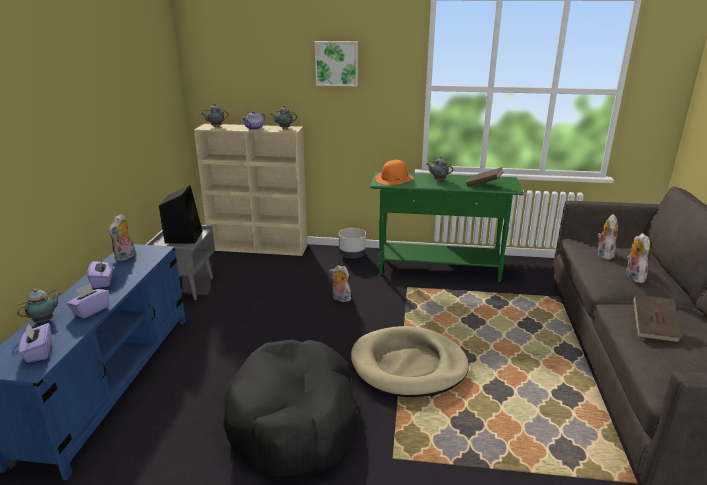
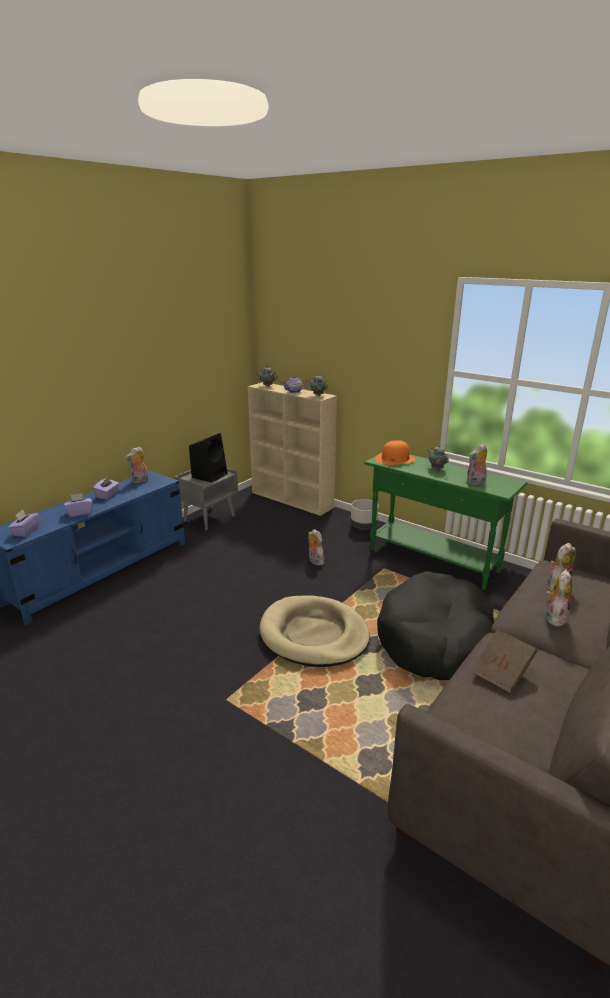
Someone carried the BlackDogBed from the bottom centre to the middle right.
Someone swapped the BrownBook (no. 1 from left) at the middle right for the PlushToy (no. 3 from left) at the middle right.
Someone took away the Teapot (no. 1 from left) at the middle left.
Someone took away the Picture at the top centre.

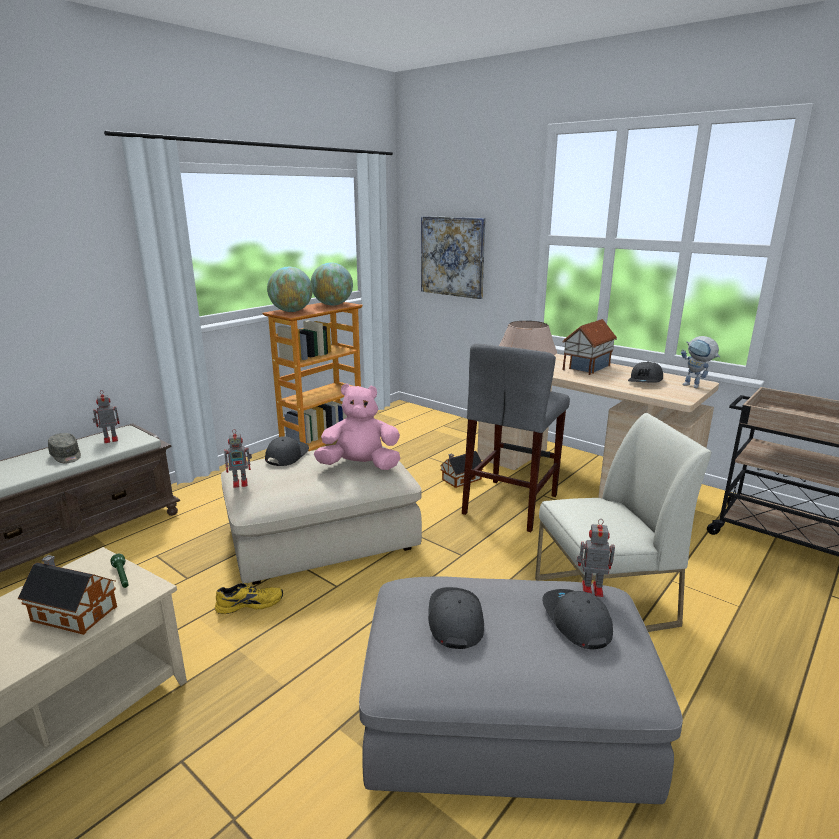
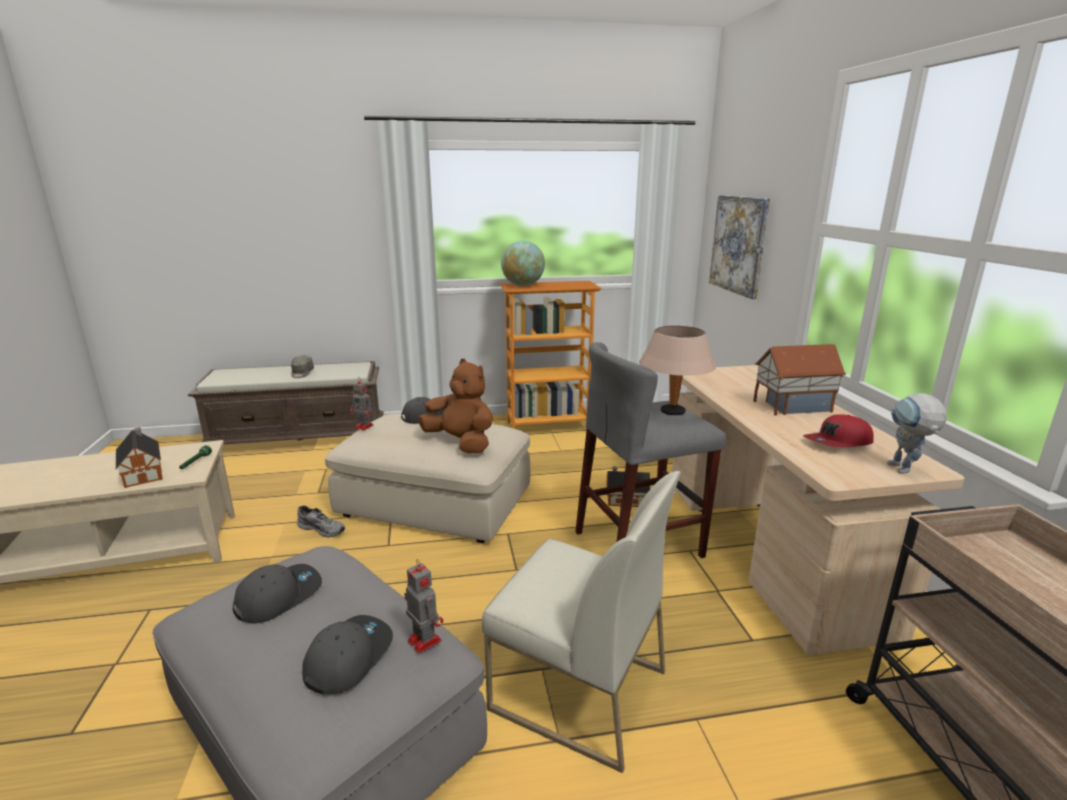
Someone repainted the YellowShoe at the bottom left, which became the GreyShoe at the middle left.
Someone repainted the PinkPlushToy at the centre, which became the BrownPlushToy at the centre.
Someone repainted the GreyCap (no. 5 from left) at the middle right, which became the RedCap at the middle right.
Someone took away the ToyRobot (no. 1 from left) at the middle left.
Someone took away the Globe (no. 2 from left) at the centre.

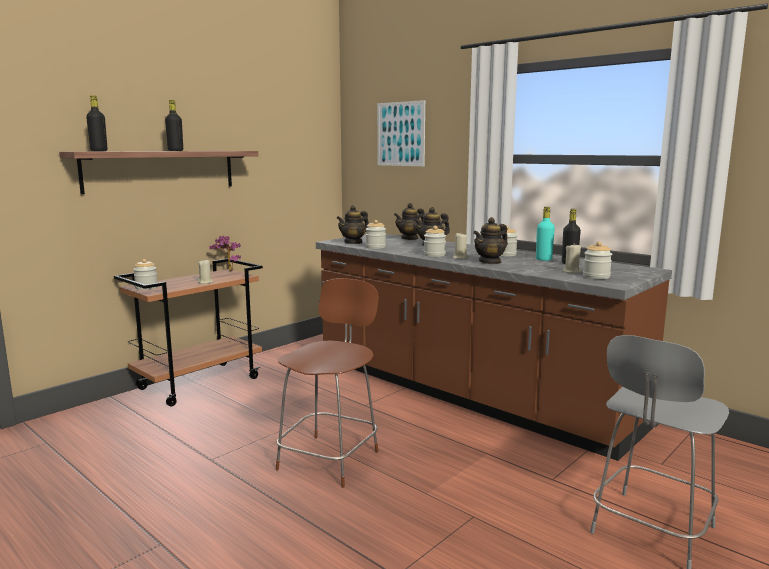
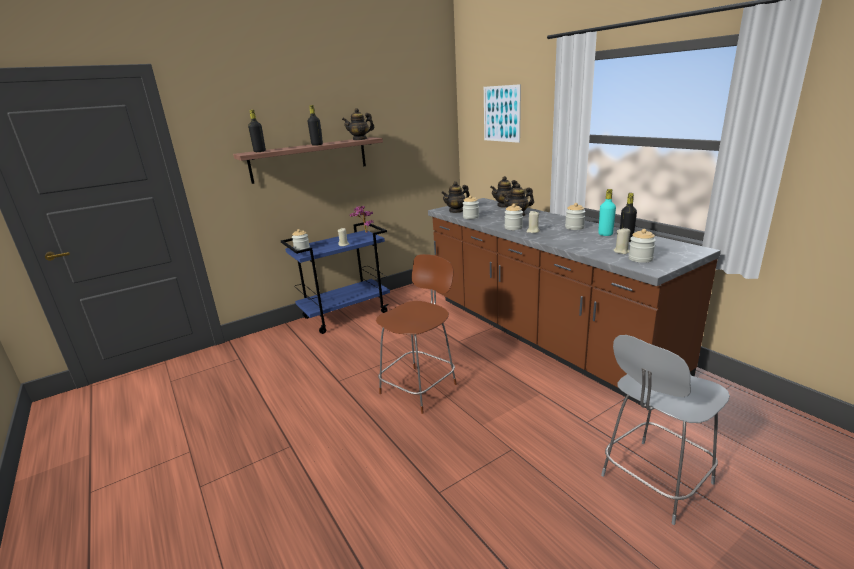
Someone repainted the BrownCart at the middle left, which became the BlueCart at the centre.
Someone carried the Teapot (no. 4 from left in the first image) from the centre to the top centre.

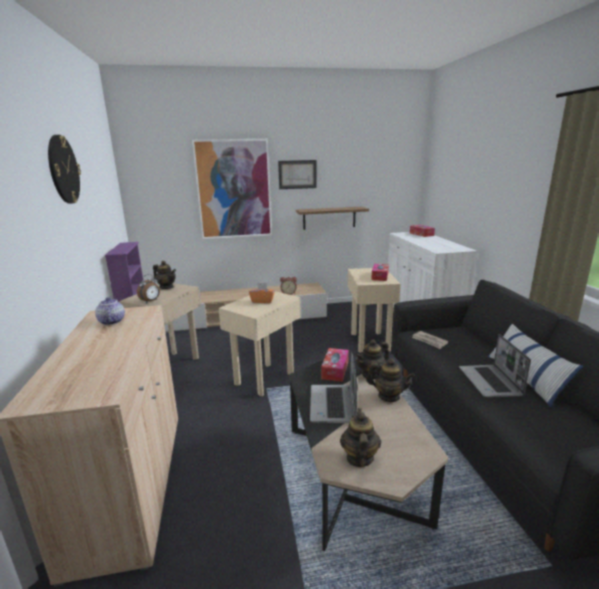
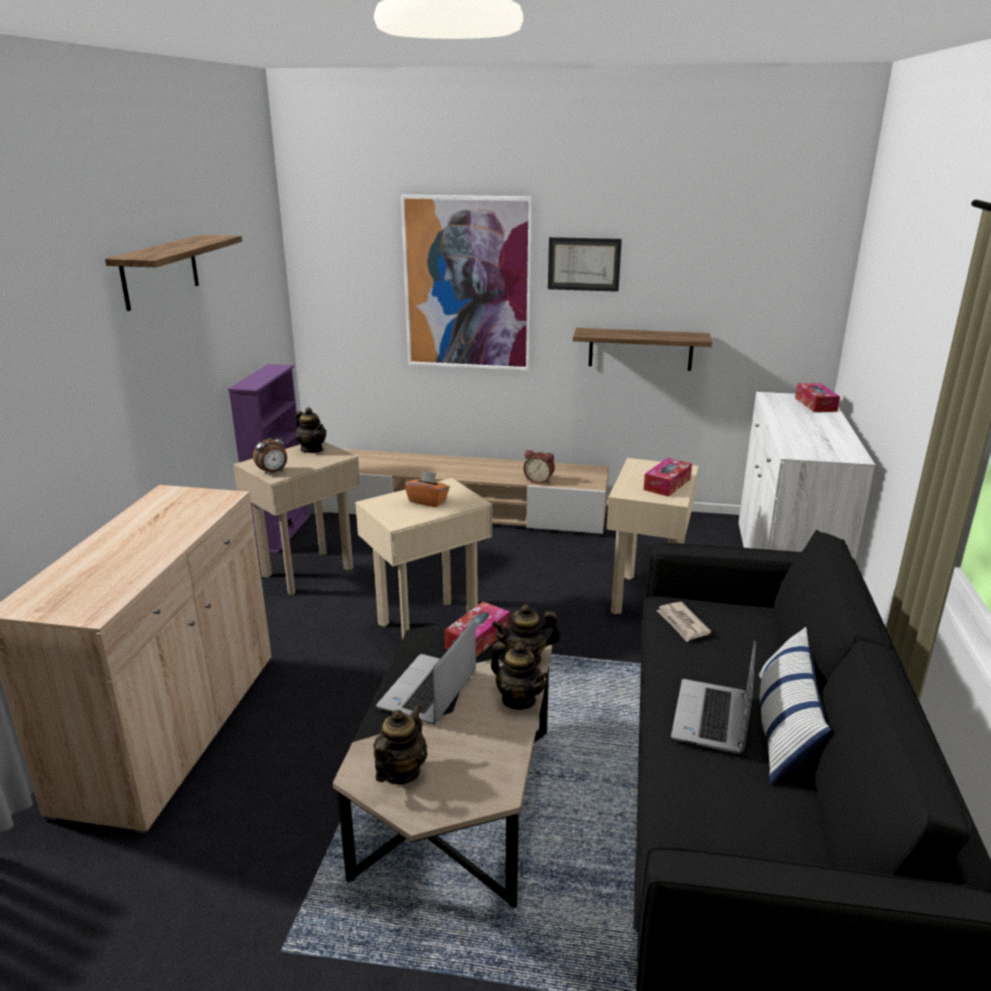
Someone swapped the WallClock at the top left for the Shelf (no. 1 from left) at the top left.
Someone took away the Teapot (no. 1 from left) at the middle left.

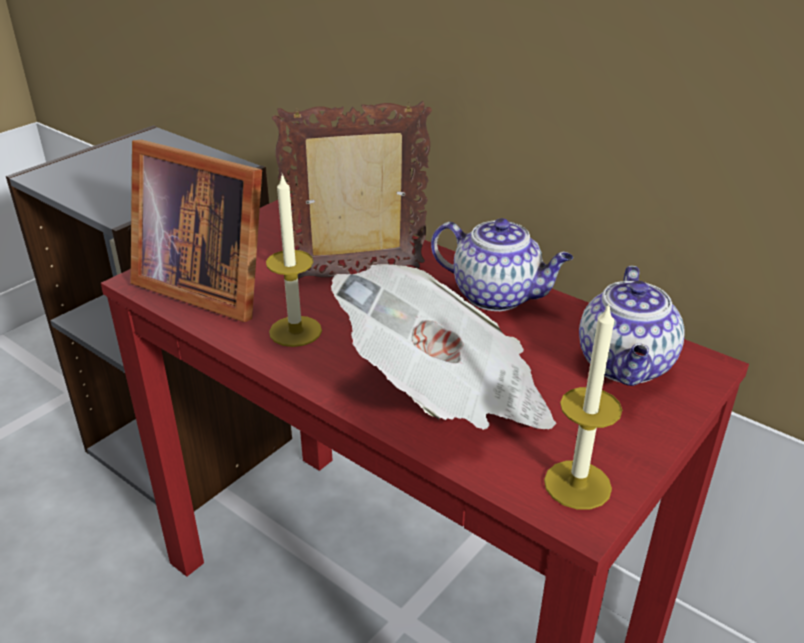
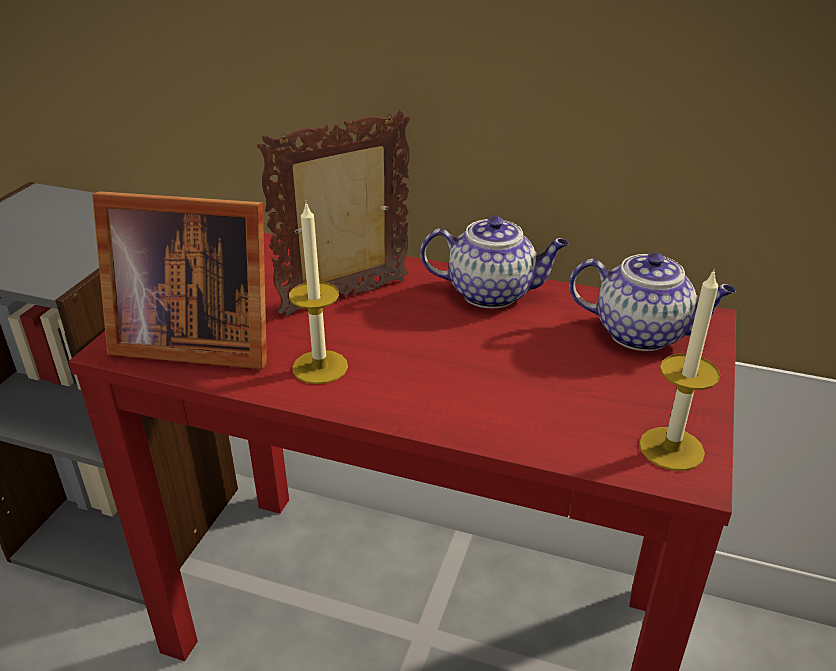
Someone rotated the Teapot (no. 2 from left) at the middle right by 60 degrees counterclockwise.
Someone took away the Newspaper at the centre.

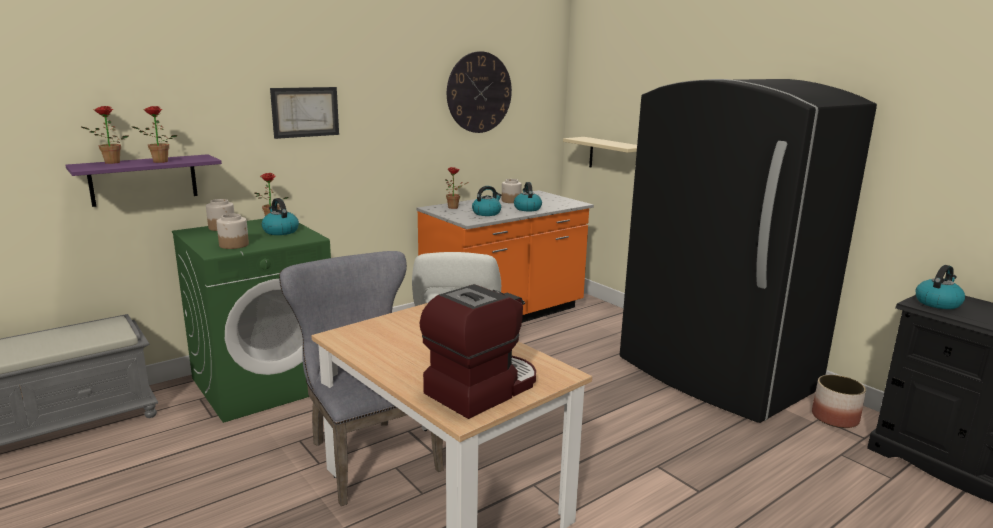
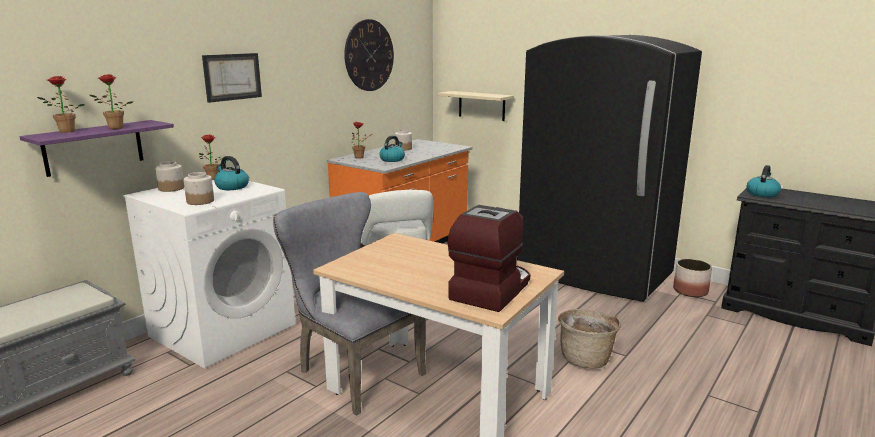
Someone repainted the GreenWashingMachine at the middle left, which became the WhiteWashingMachine at the middle left.
Someone put down the Basket at the bottom right.
Someone took away the Kettle (no. 3 from left) at the centre.

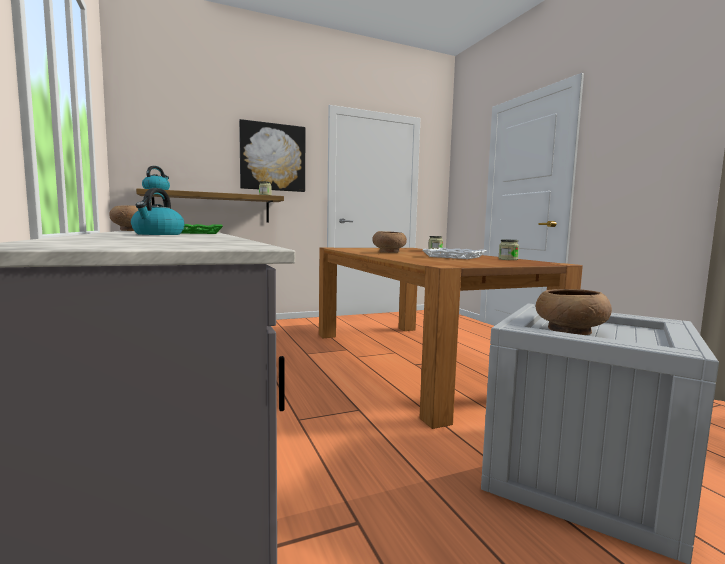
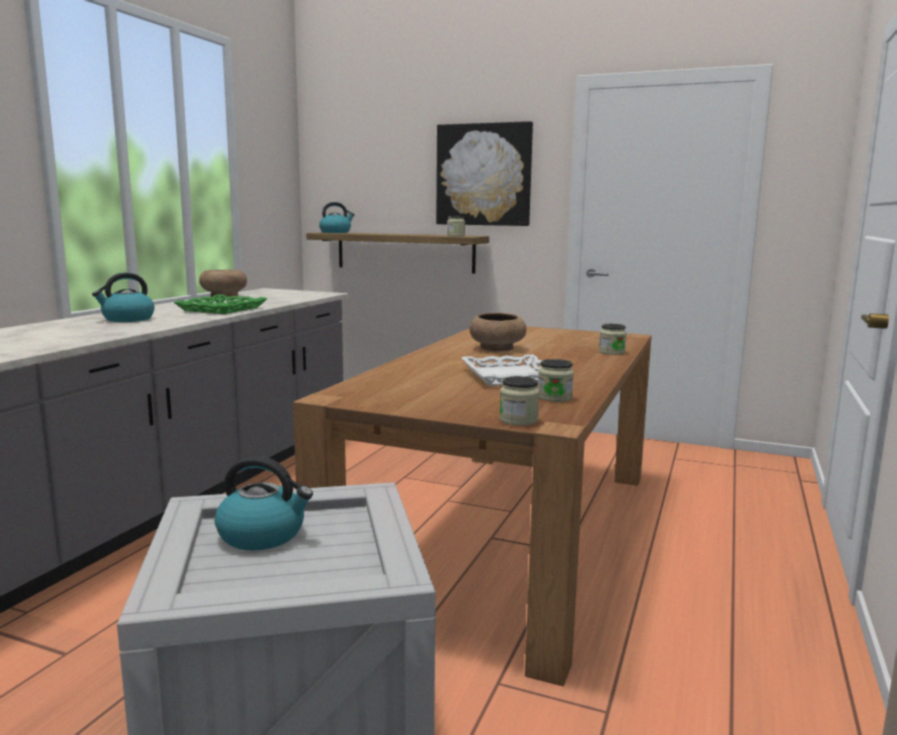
Someone swapped the BrownBowl (no. 3 from left) at the middle right for the Kettle (no. 2 from left) at the bottom left.
Someone put down the Jar (no. 2 from left) at the centre.

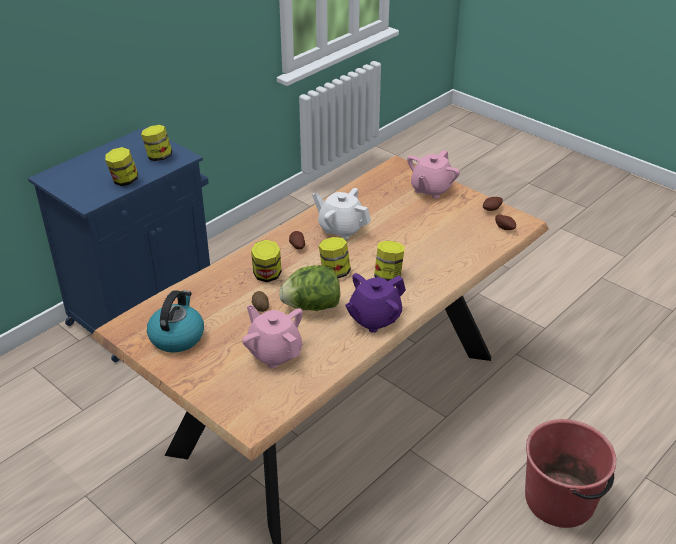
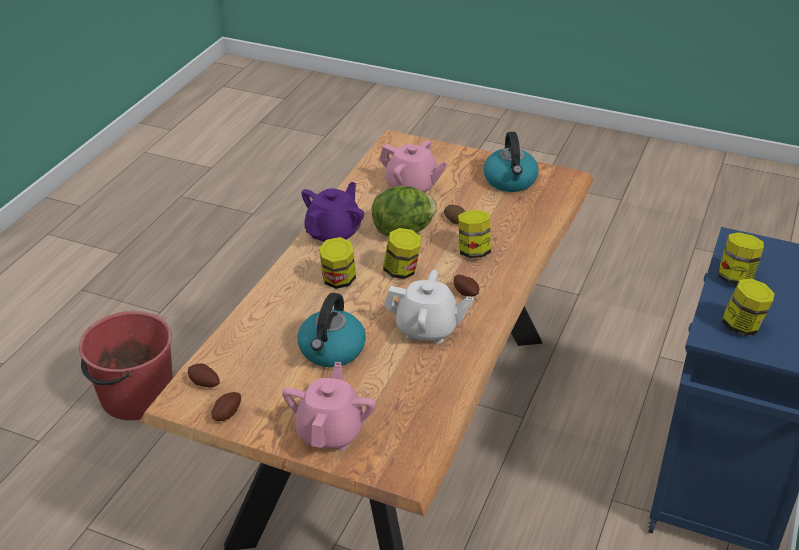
Someone put down the Kettle (no. 1 from left) at the centre.

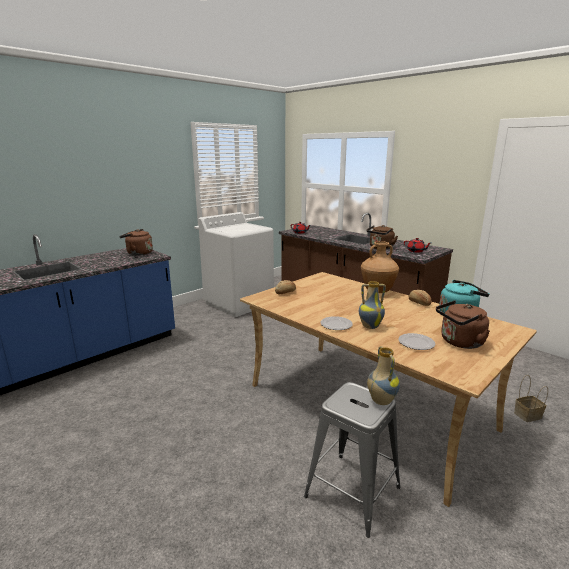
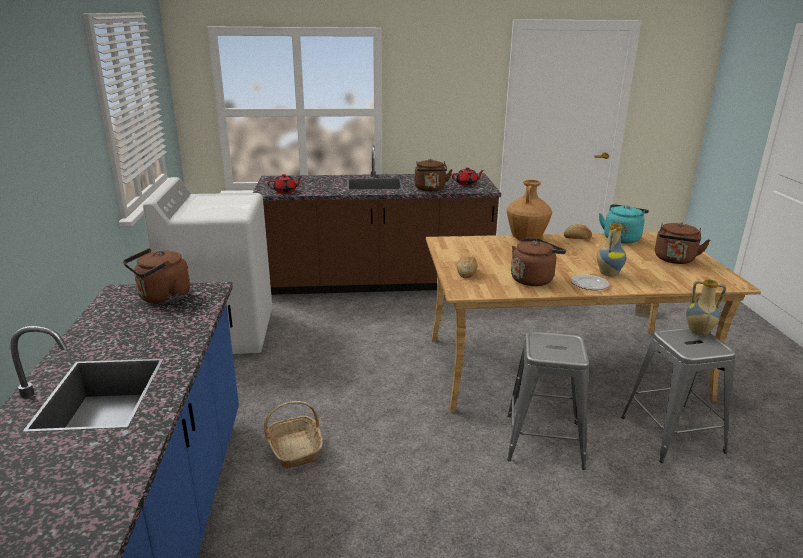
Someone put down the Basket (no. 1 from left) at the bottom centre.
Someone put down the GreyStool (no. 1 from left) at the bottom right.
Someone put down the BrownKettle (no. 3 from left) at the middle right.
Someone took away the Plate (no. 2 from left) at the middle right.

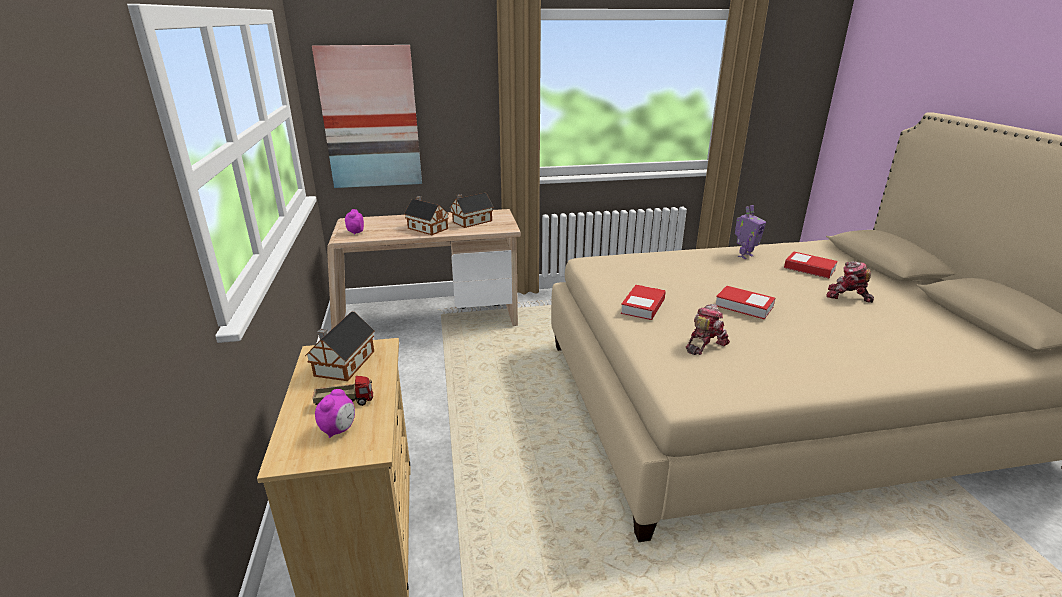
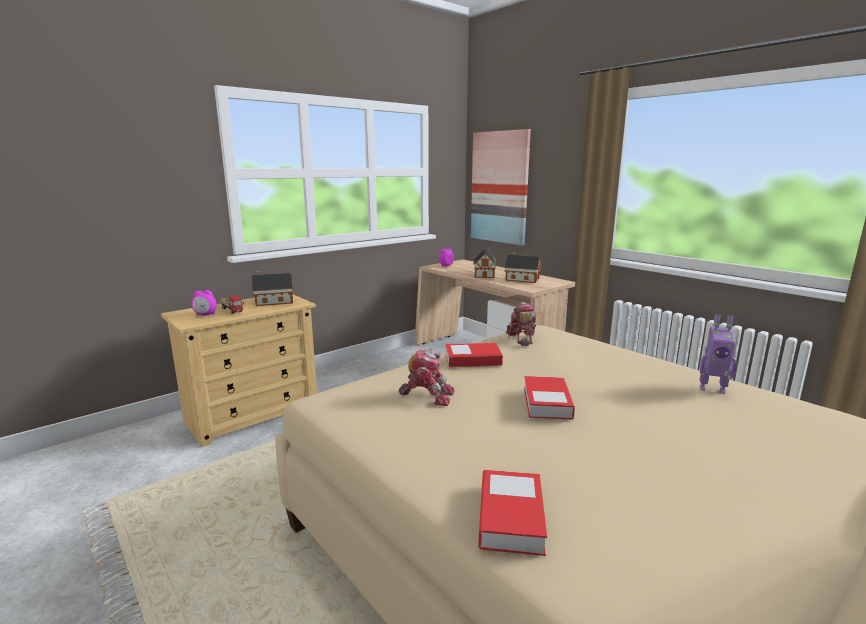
Someone carried the Book (no. 3 from left in the first image) from the middle right to the bottom centre.
Someone carried the ToyRobot (no. 3 from left in the first image) from the middle right to the centre.

